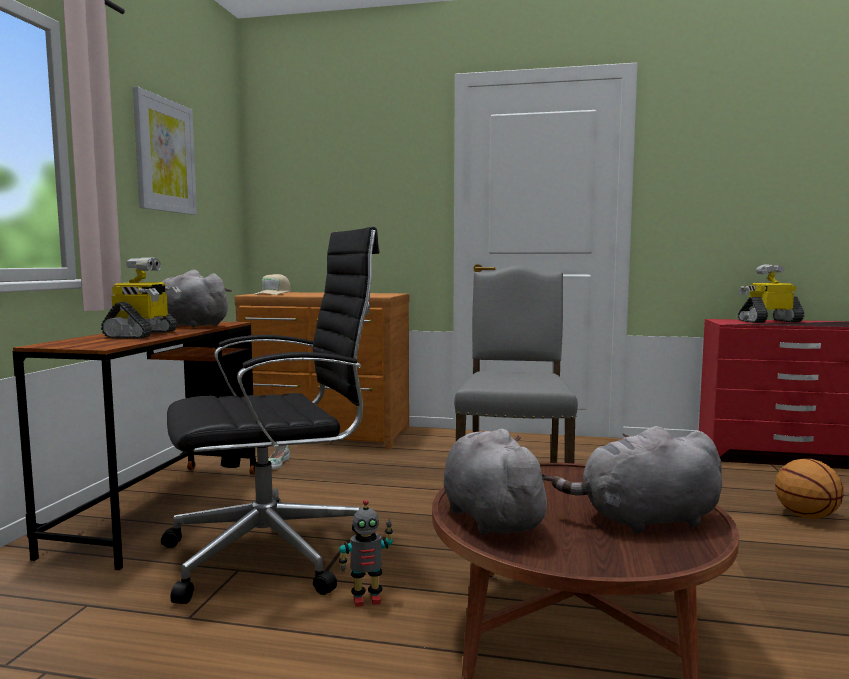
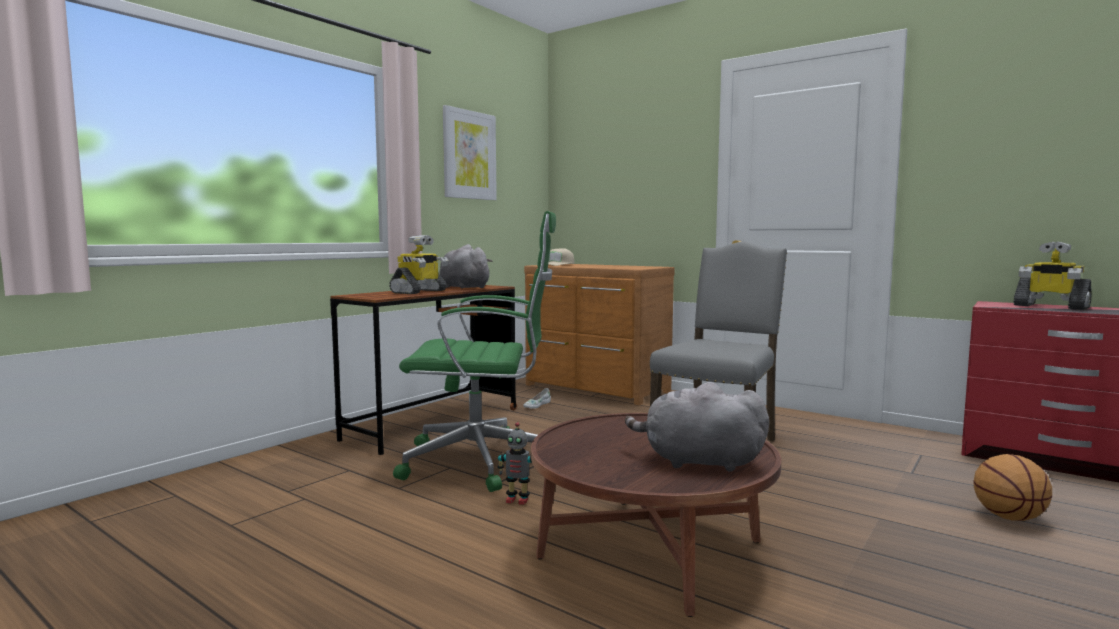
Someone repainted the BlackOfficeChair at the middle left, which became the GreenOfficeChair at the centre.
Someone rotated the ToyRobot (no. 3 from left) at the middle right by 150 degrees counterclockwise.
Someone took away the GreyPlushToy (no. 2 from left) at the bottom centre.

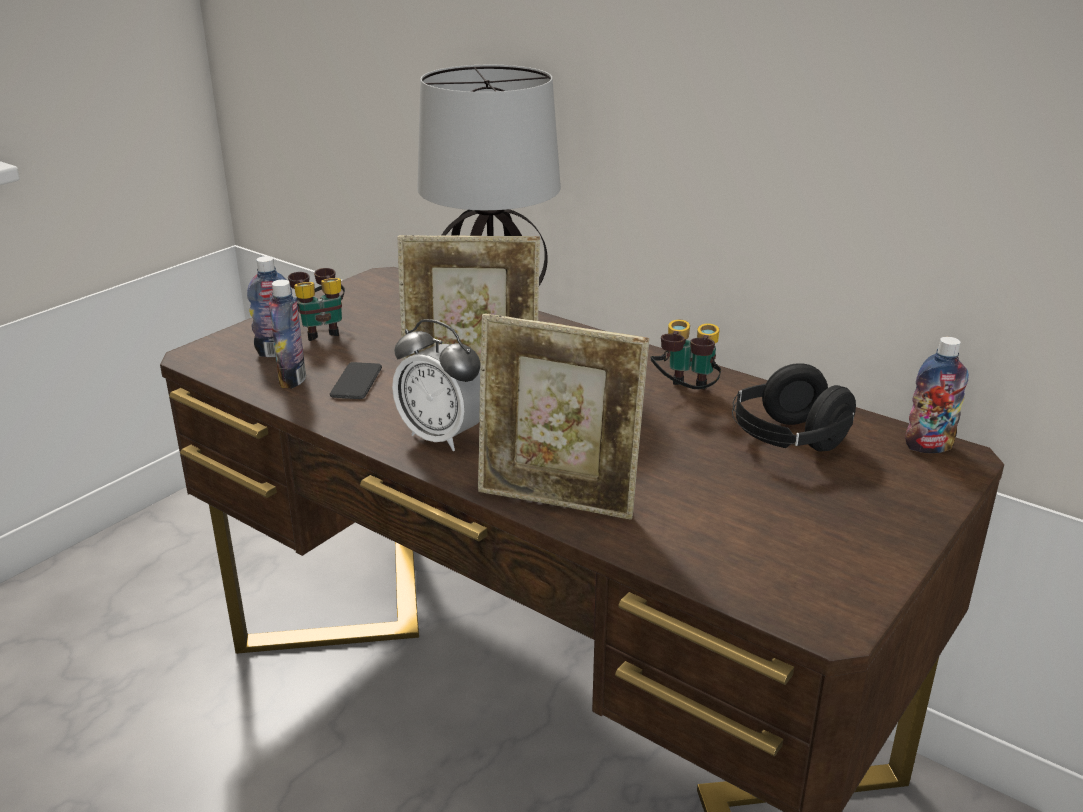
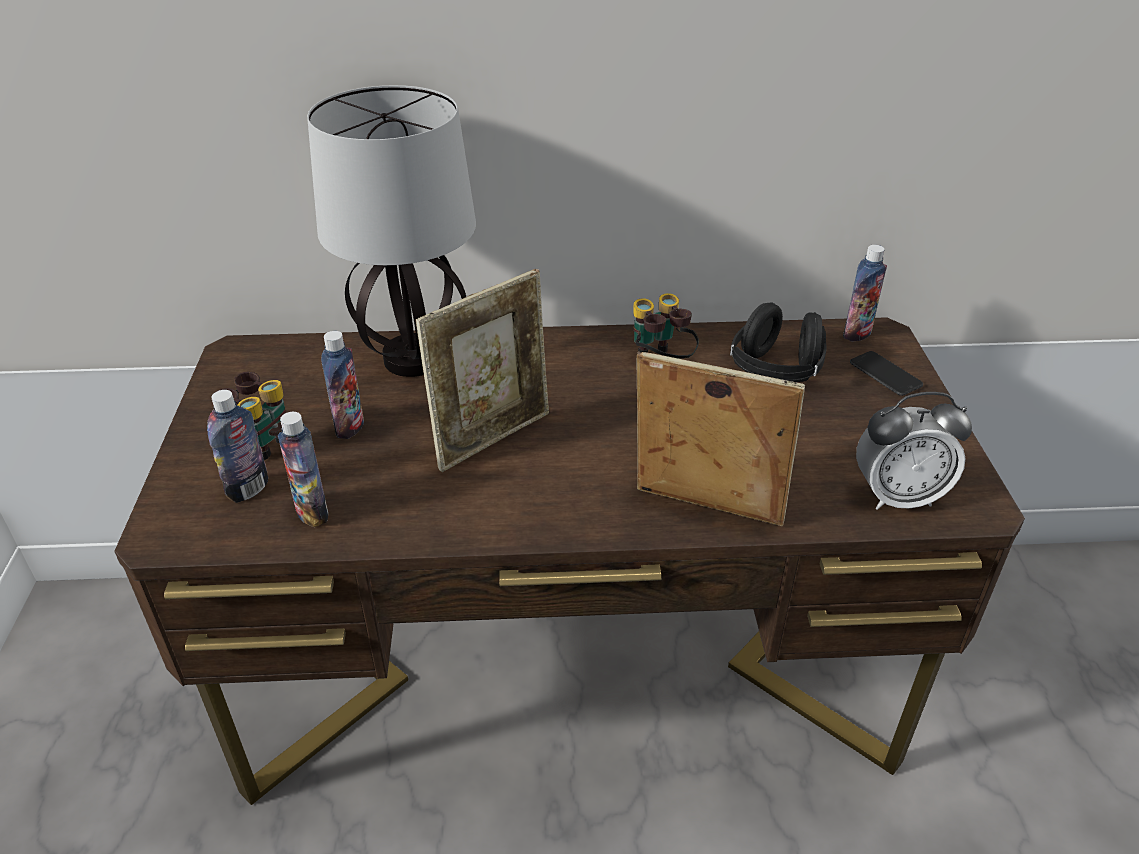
Someone put down the Bottle (no. 3 from left) at the middle left.
Someone rotated the PictureFrame (no. 2 from left) at the centre by 135 degrees counterclockwise.
Someone carried the Phone from the middle left to the middle right.
Someone carried the AlarmClock from the centre to the middle right.

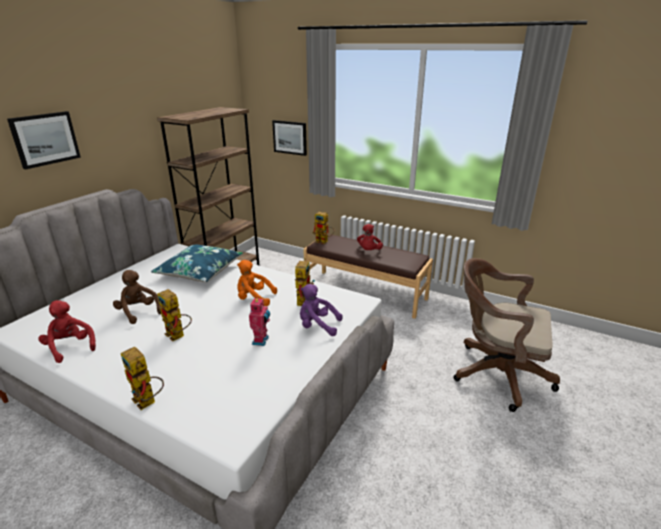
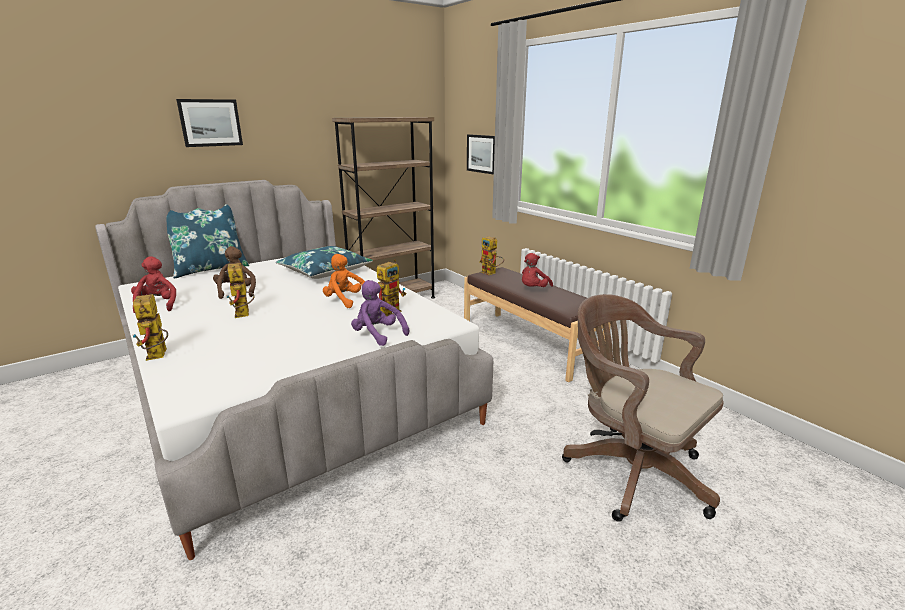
Someone put down the BluePillow (no. 1 from left) at the middle left.
Someone took away the ToyRobot (no. 3 from left) at the centre.

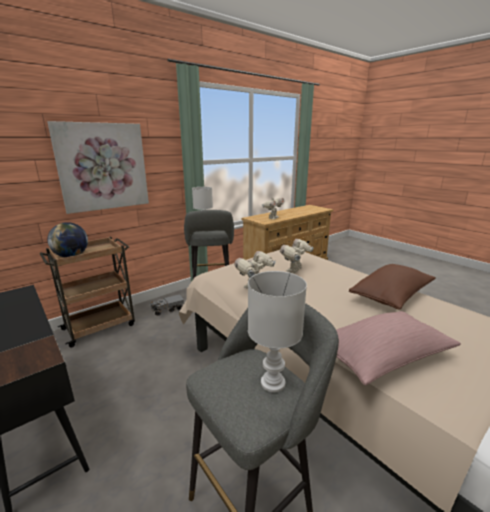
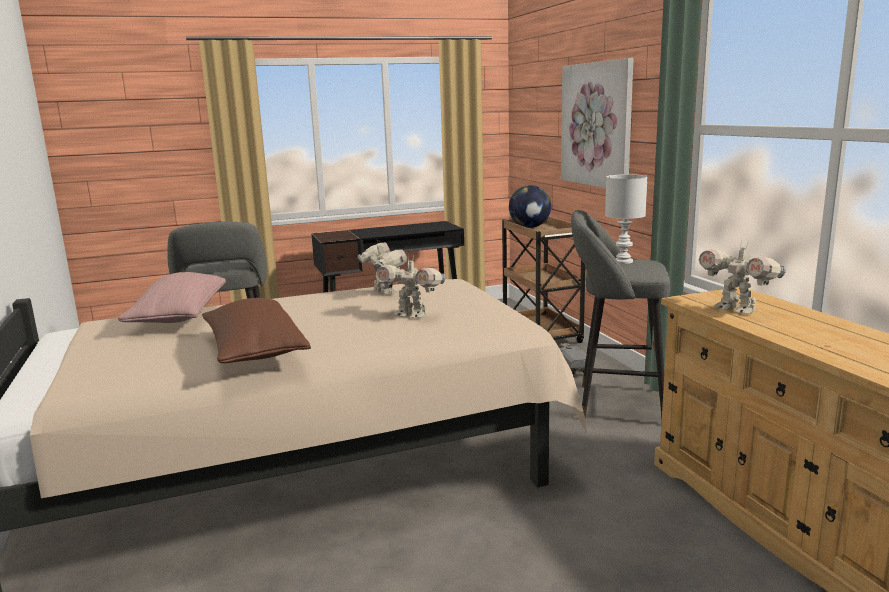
Someone rotated the ToyRobot (no. 3 from left in the first image) at the centre by 150 degrees clockwise.
Someone took away the WhiteTableLamp (no. 2 from left) at the centre.

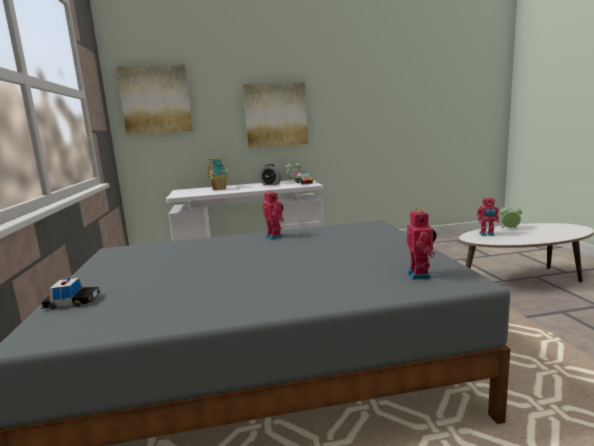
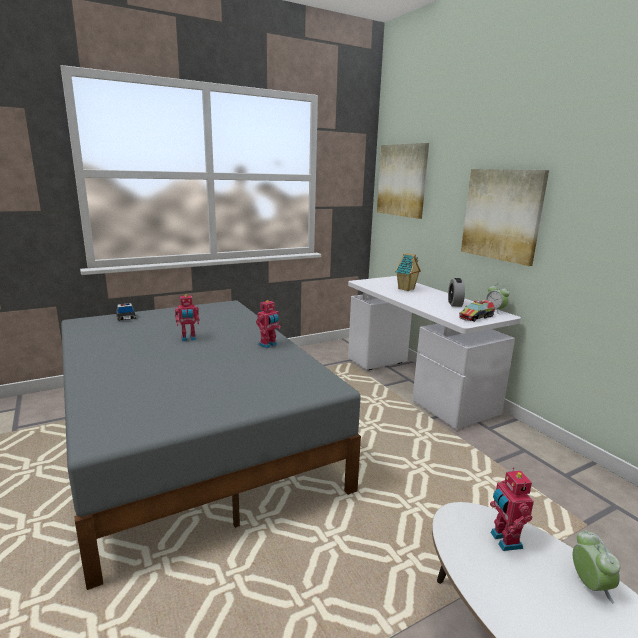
Someone carried the ToyRobot (no. 2 from left in the first image) from the middle right to the middle left.

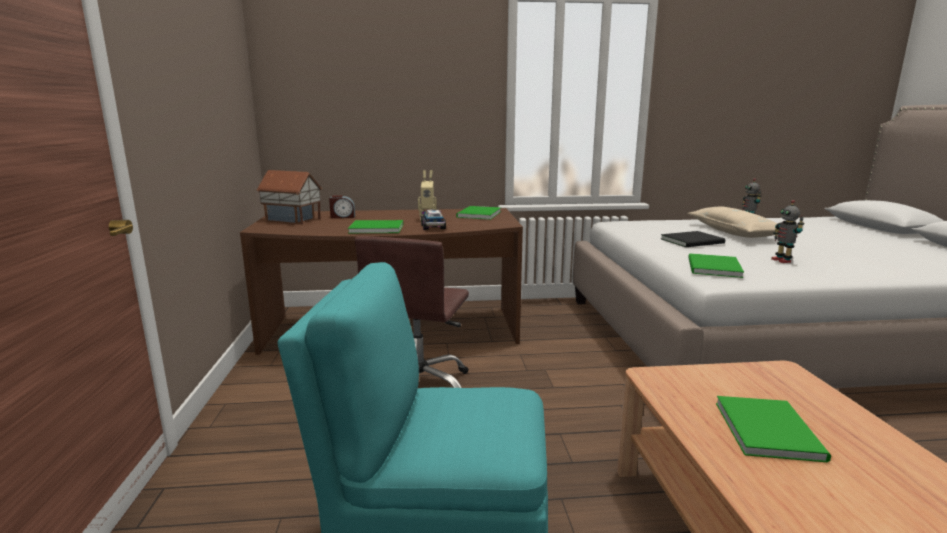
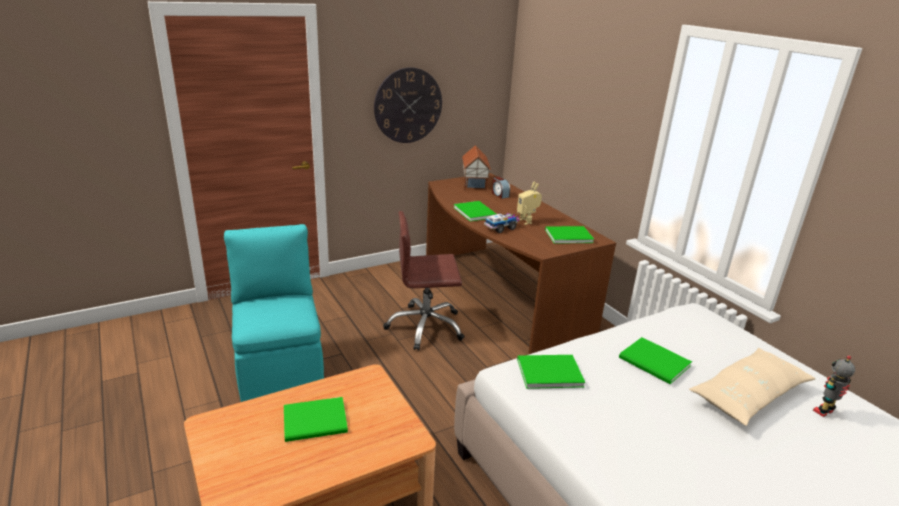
Someone put up the WallClock at the top centre.
Someone repainted the BlackBook at the middle right, which became the GreenBook (no. 5 from left) at the bottom right.
Someone took away the ToyRobot (no. 3 from left) at the middle right.

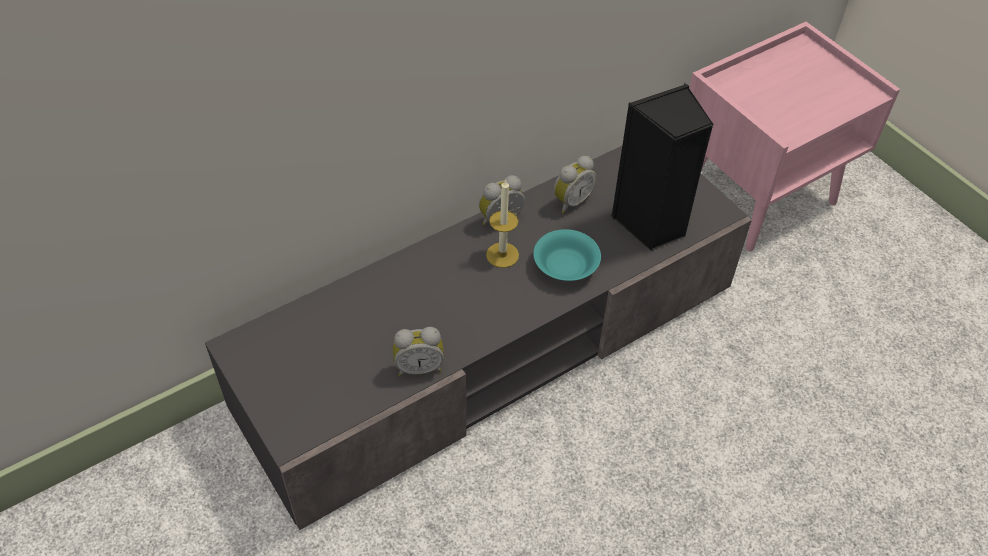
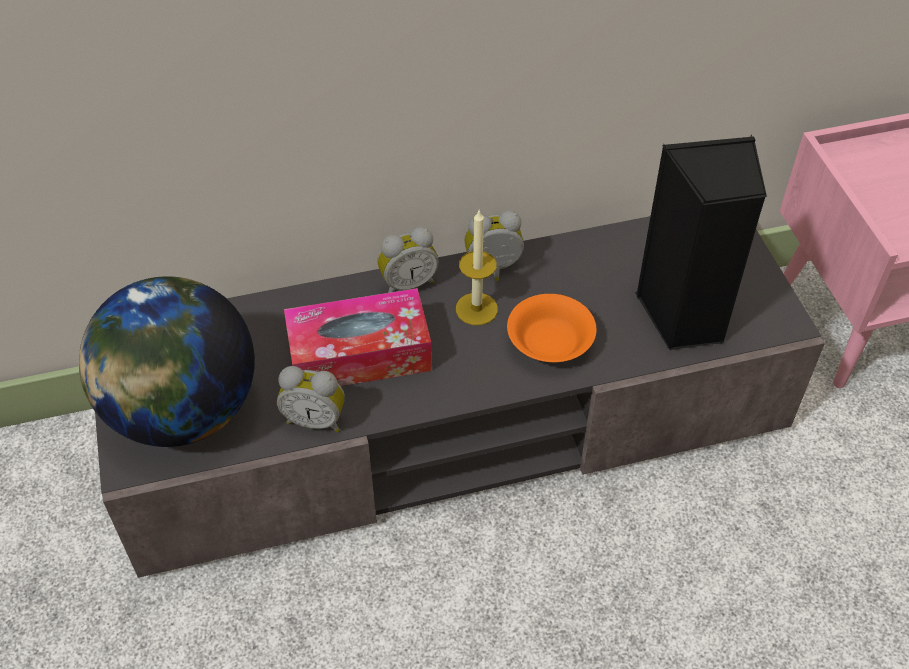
Someone put down the Globe at the middle left.
Someone put down the TissueBox at the centre.
Someone carried the AlarmClock (no. 3 from left in the first image) from the top centre to the centre.
Someone repainted the TurquoiseBowl at the centre, which became the OrangeBowl at the centre.

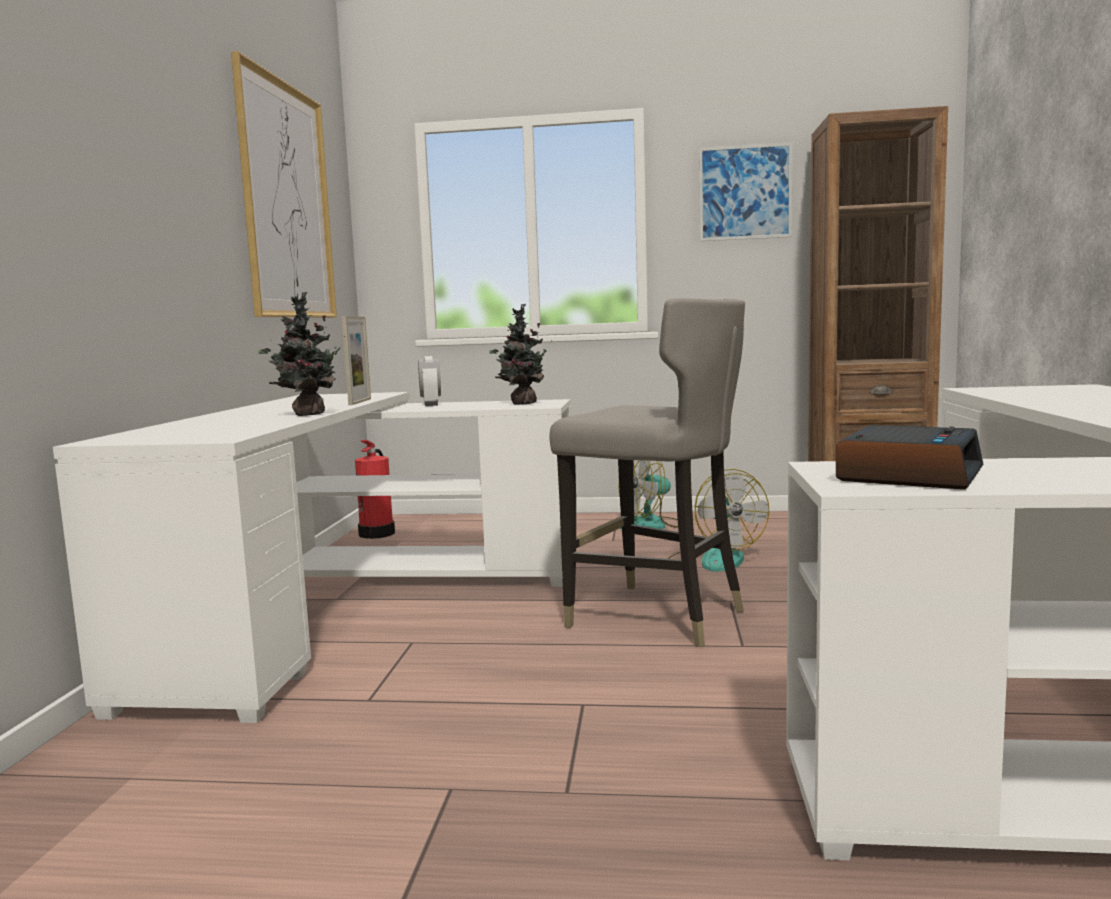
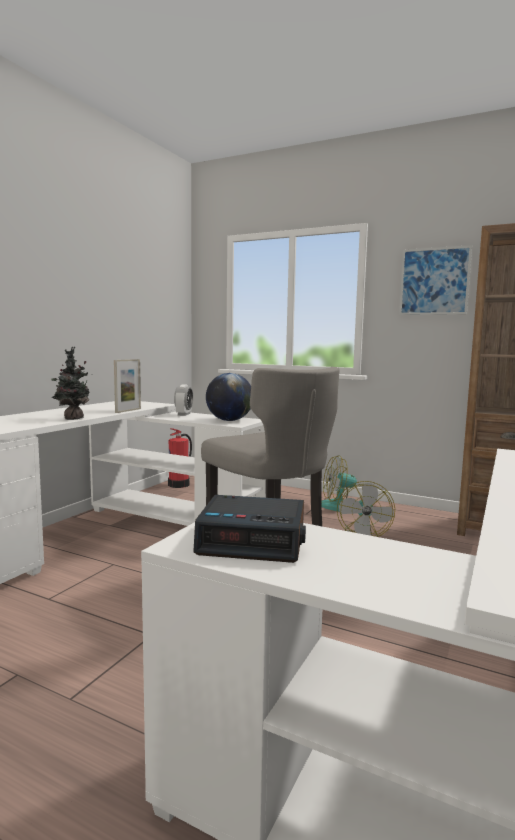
Someone rotated the AlarmClock (no. 2 from left) at the middle right by 45 degrees clockwise.
Someone swapped the PottedPlant (no. 2 from left) at the centre for the Globe at the centre.
Someone took away the Picture (no. 1 from left) at the top left.

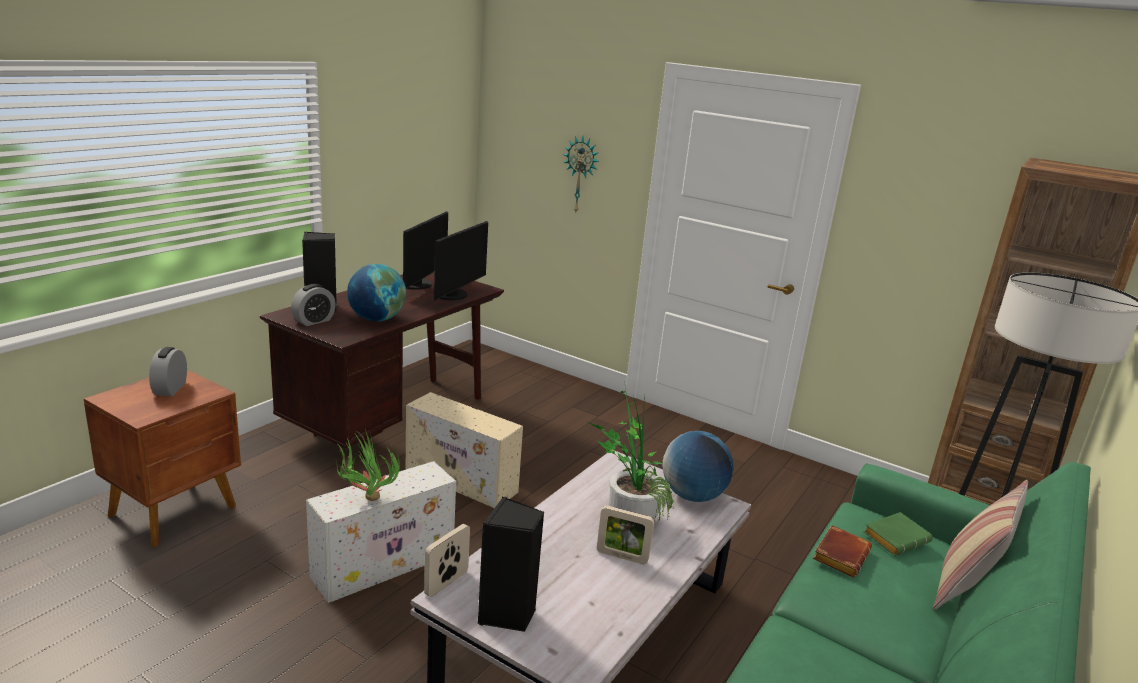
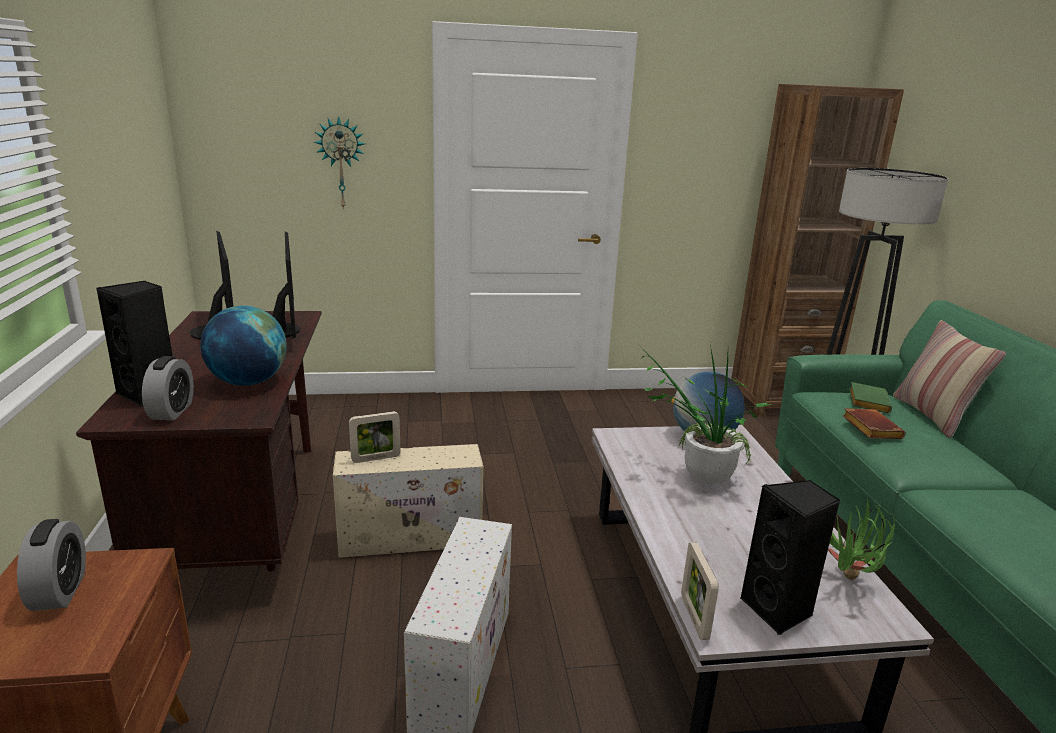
Someone rotated the AlarmClock (no. 1 from left) at the middle left by 150 degrees counterclockwise.
Someone carried the PictureFrame (no. 2 from left in the first image) from the bottom centre to the centre.
Someone carried the PottedPlant (no. 1 from left in the first image) from the bottom left to the bottom right.

